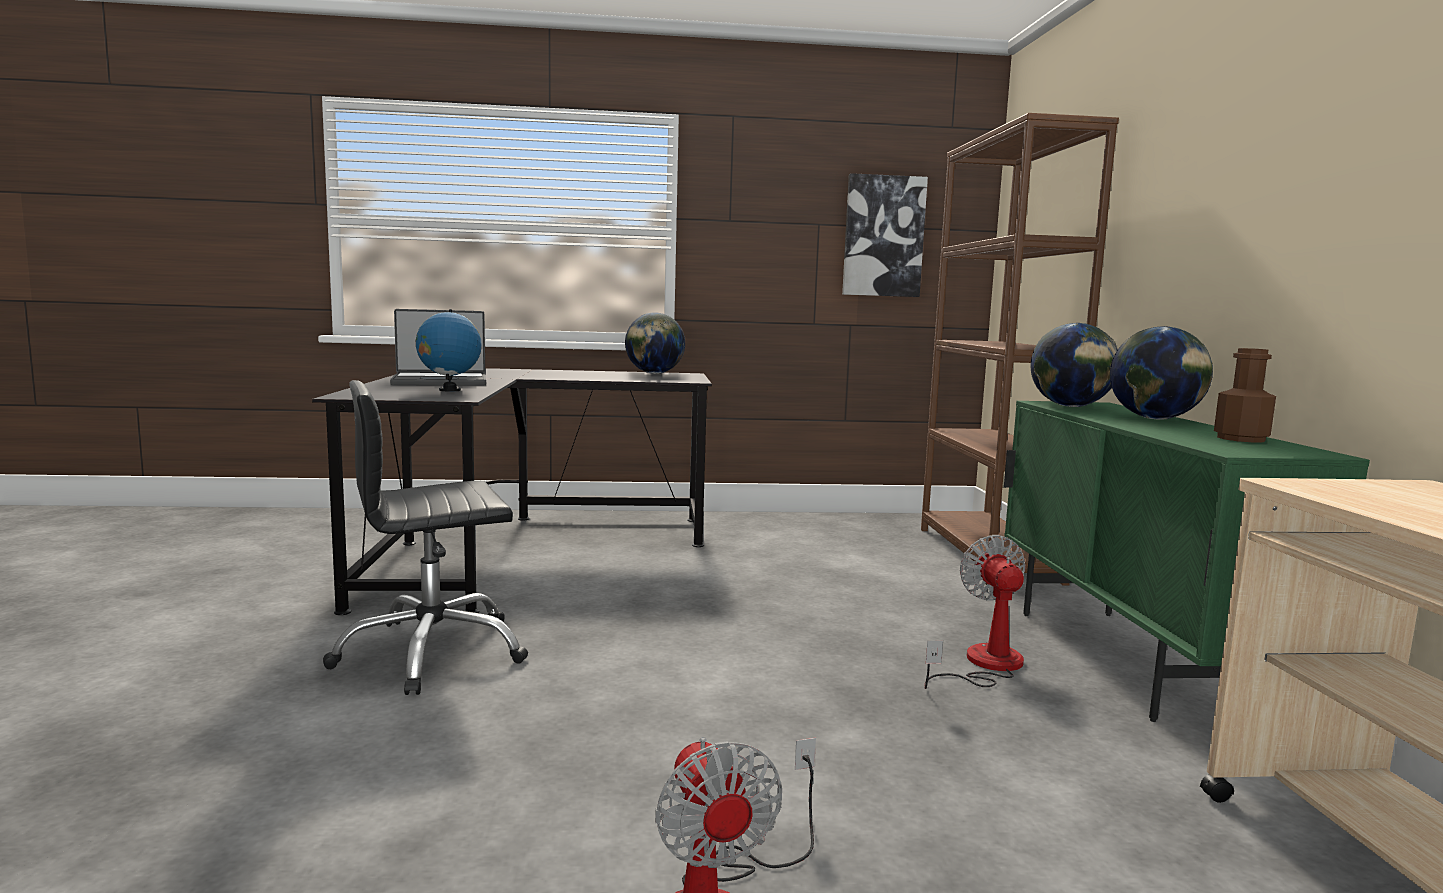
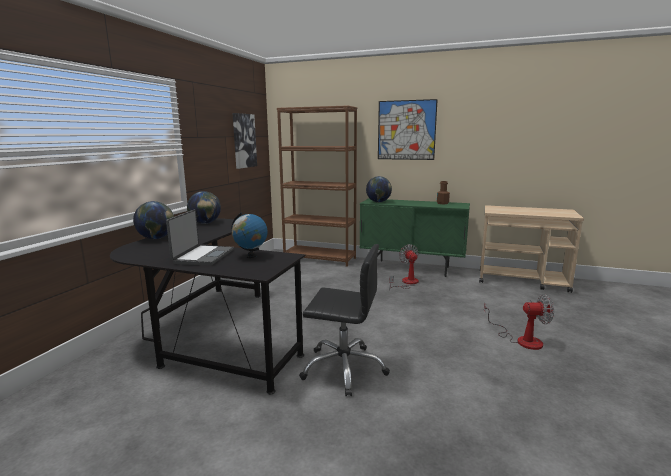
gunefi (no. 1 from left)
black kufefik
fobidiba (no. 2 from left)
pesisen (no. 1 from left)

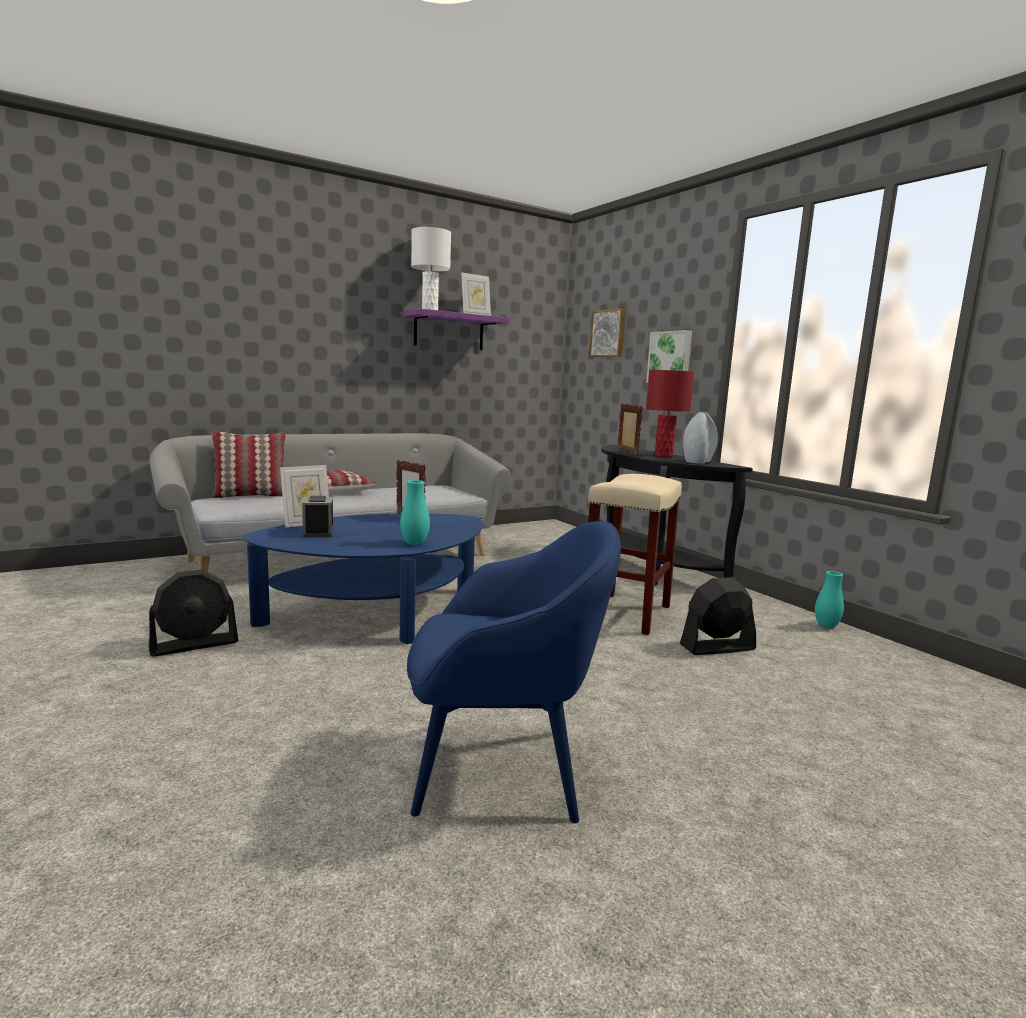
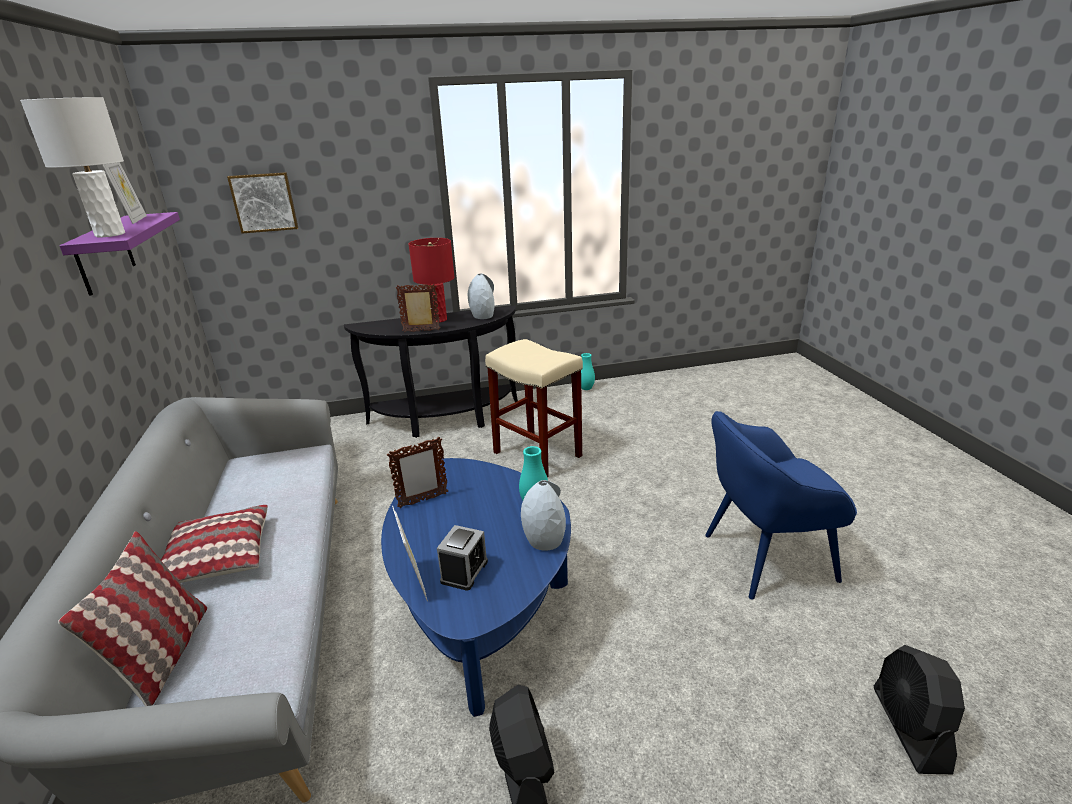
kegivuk
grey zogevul (no. 2 from left)
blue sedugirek
black pesisen (no. 2 from left)
fobidiba (no. 2 from left in the first image)

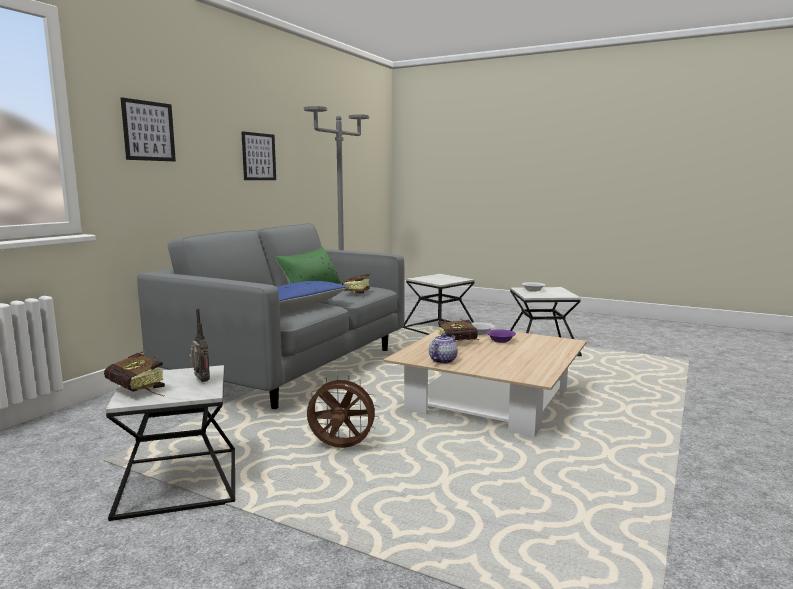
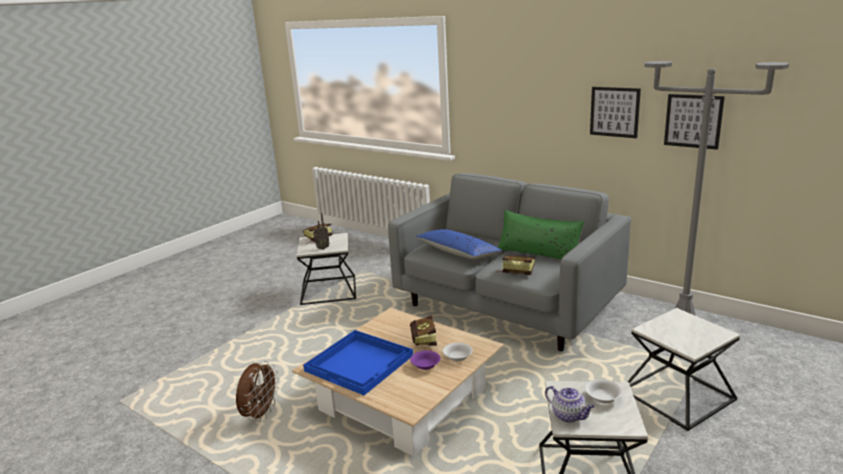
brown pesisen
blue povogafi
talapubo
fobidiba (no. 2 from left)

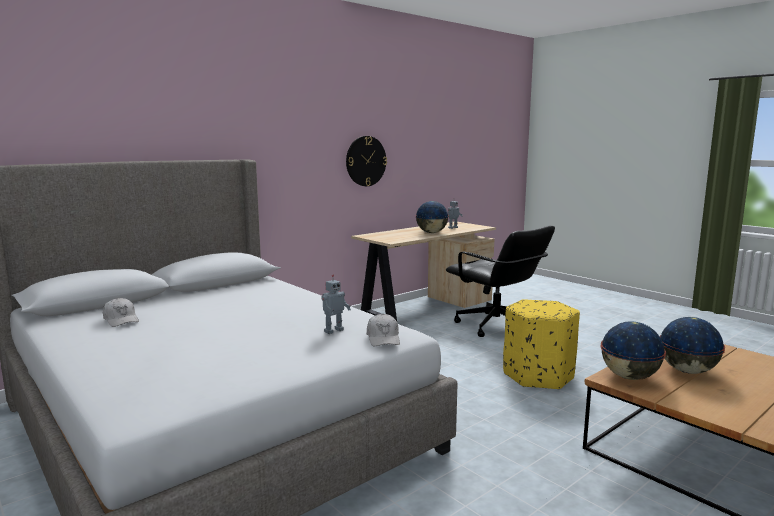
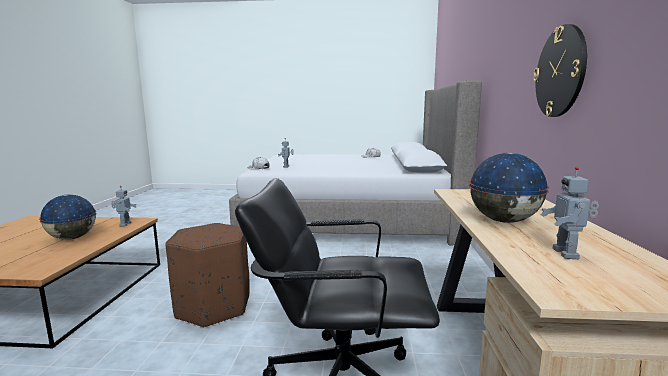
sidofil (no. 1 from left)
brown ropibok

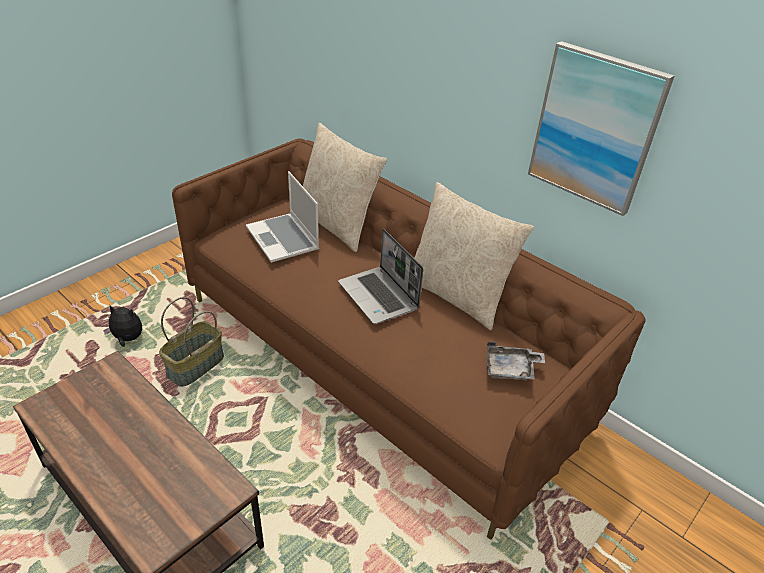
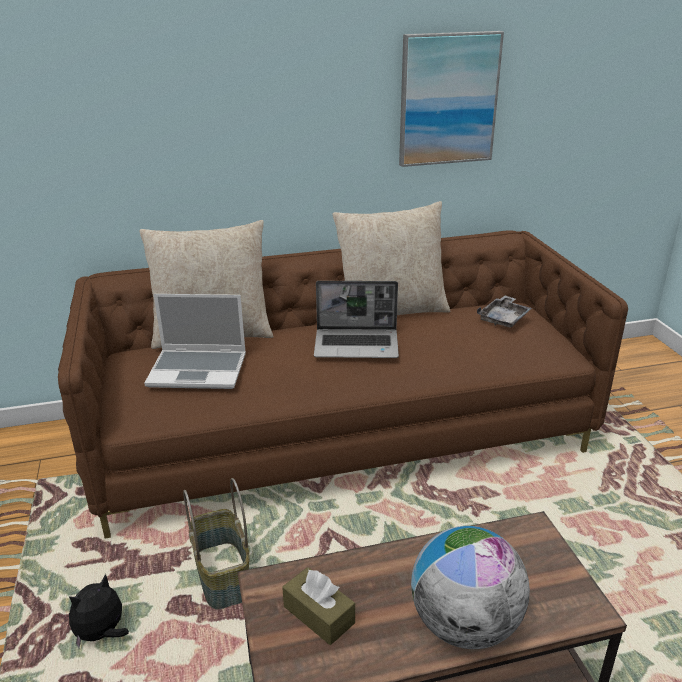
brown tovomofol
gunefi

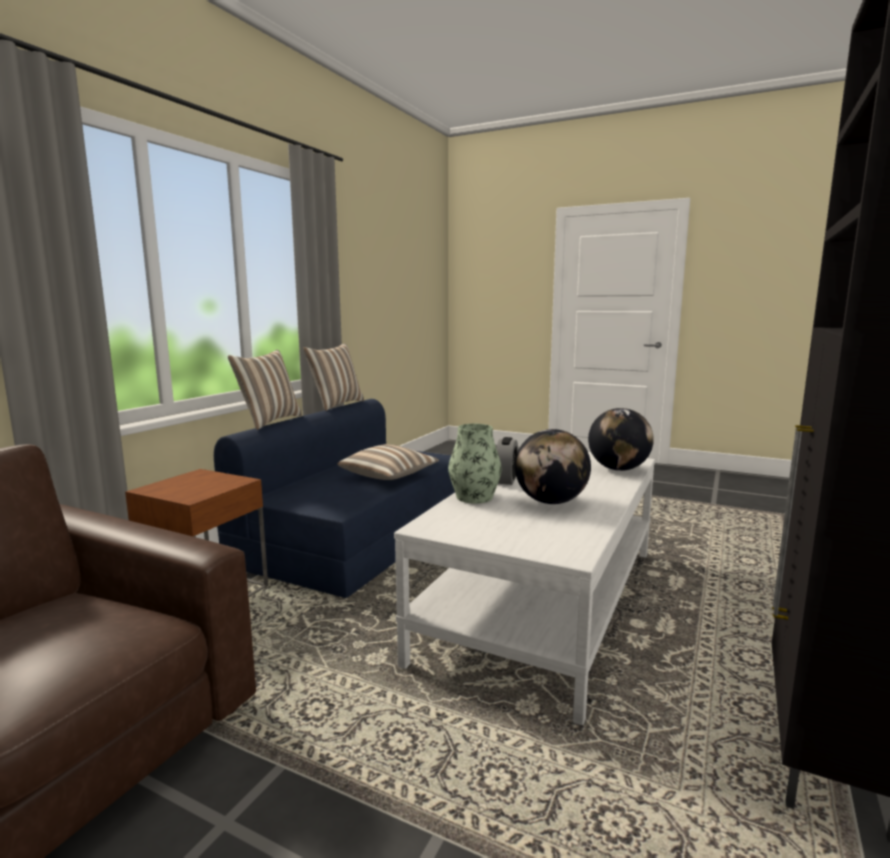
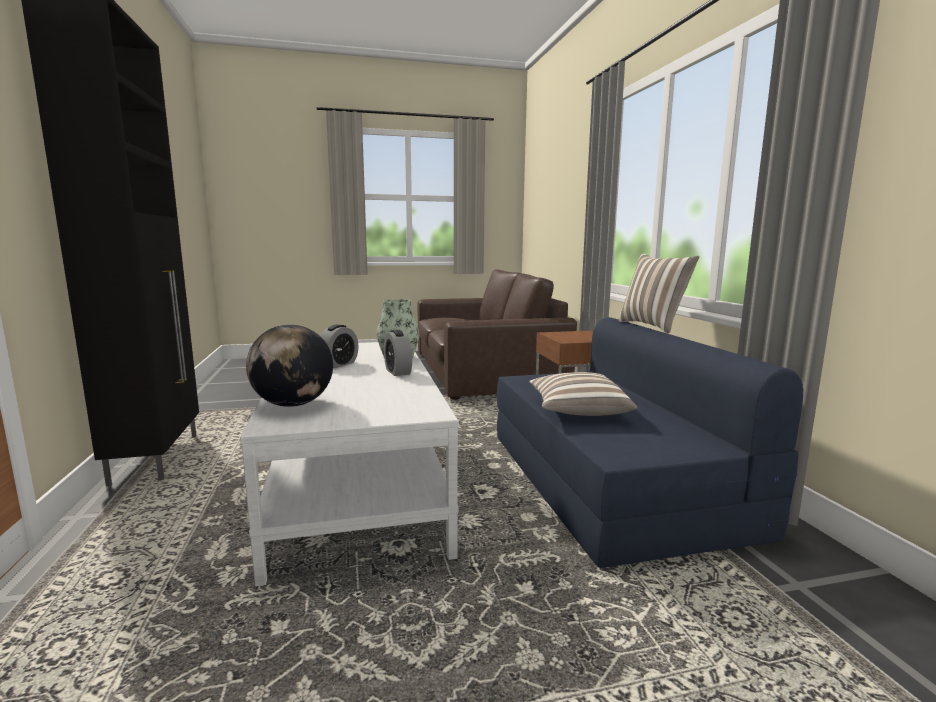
kegivuk (no. 1 from left)
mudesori (no. 2 from left in the first image)

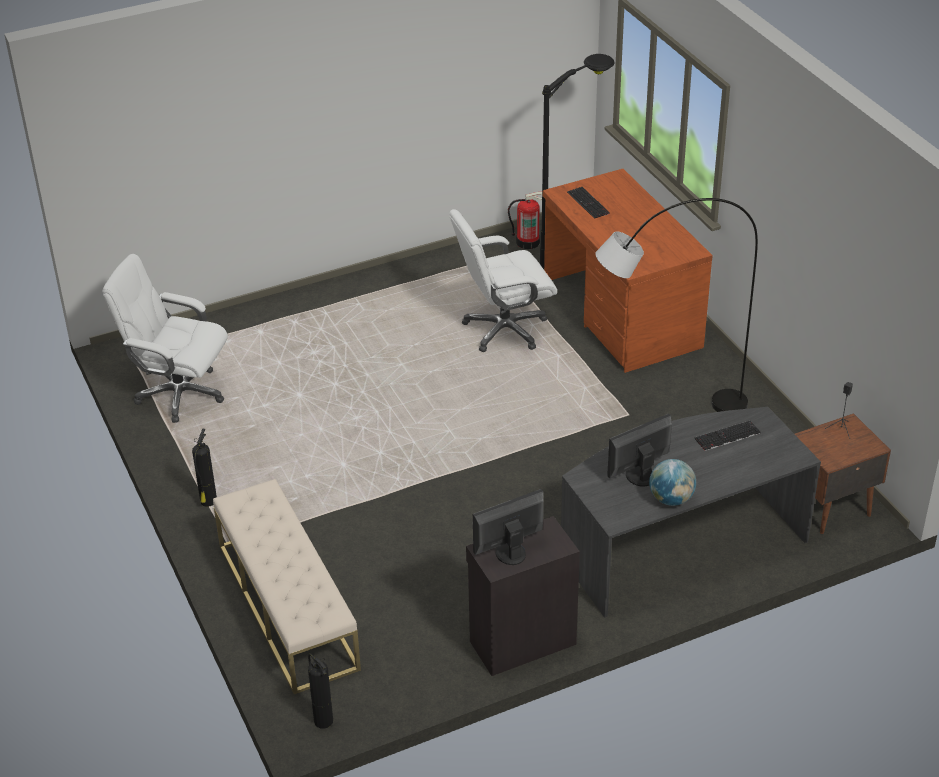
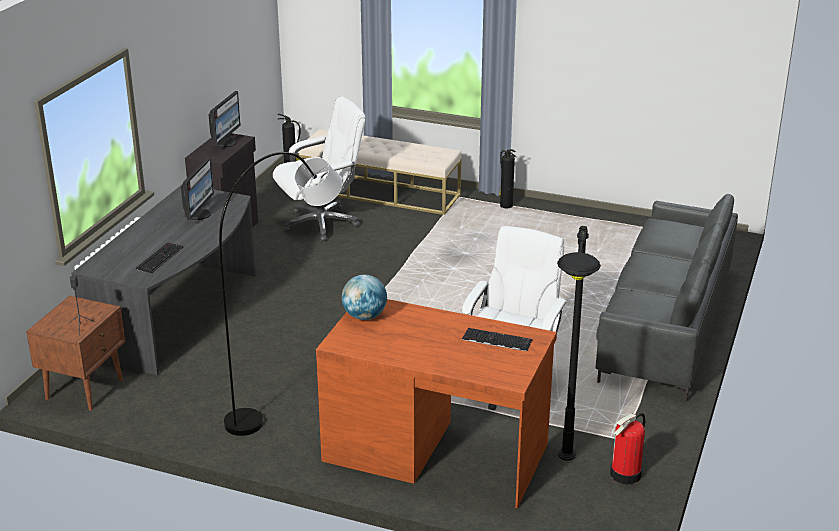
white kufefik (no. 1 from left)
gunefi
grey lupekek

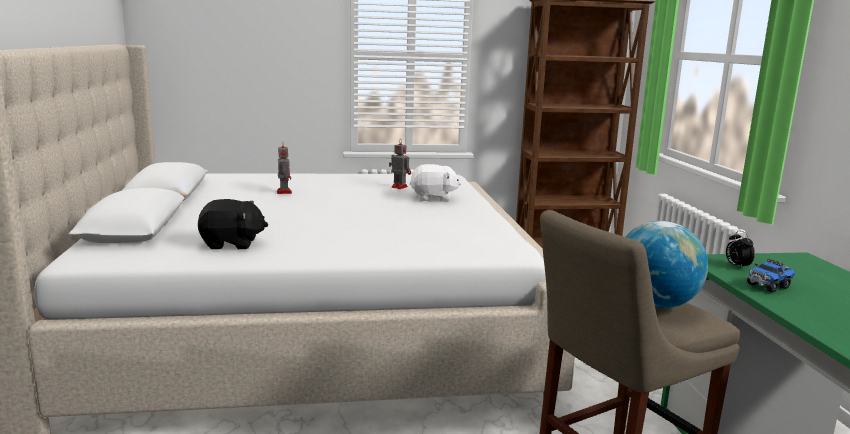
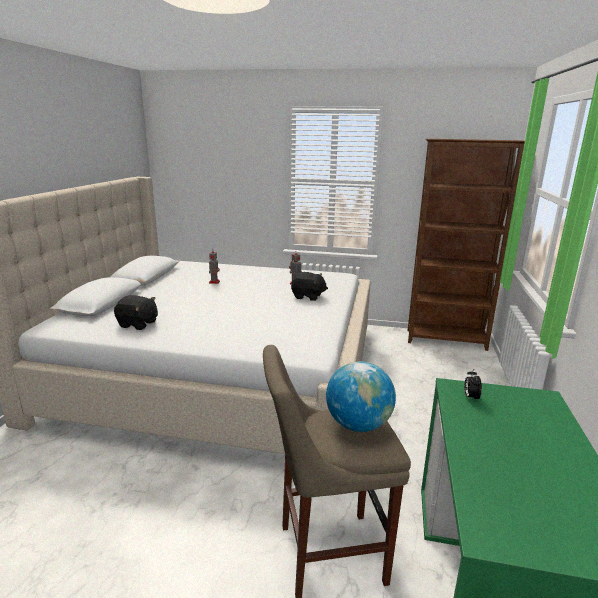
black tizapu (no. 2 from left)
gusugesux

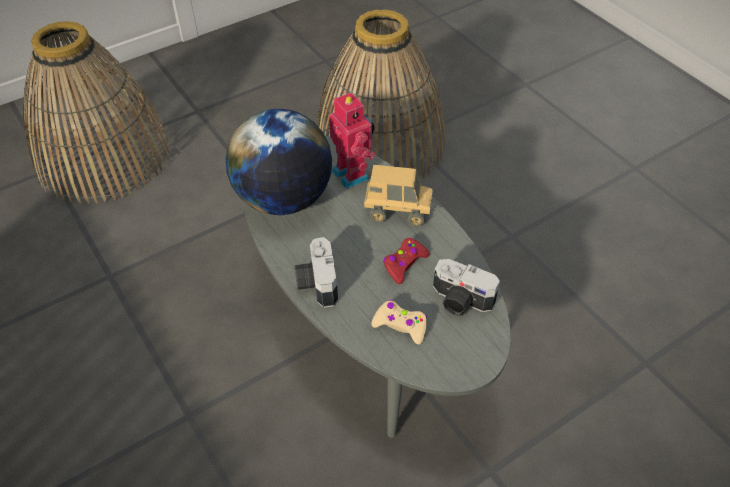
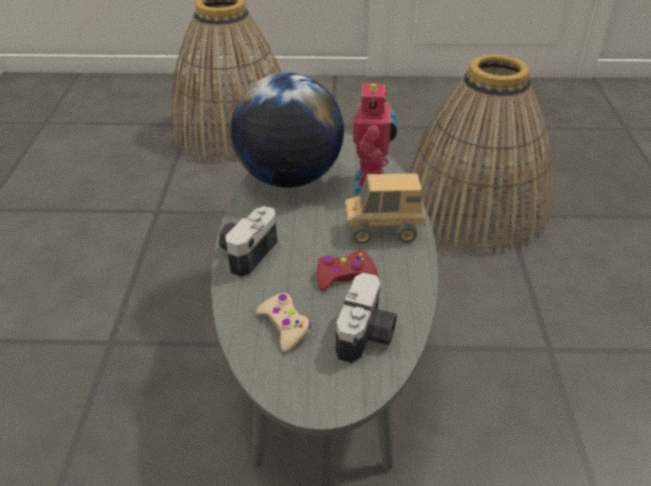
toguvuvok (no. 2 from left)
gusugesux

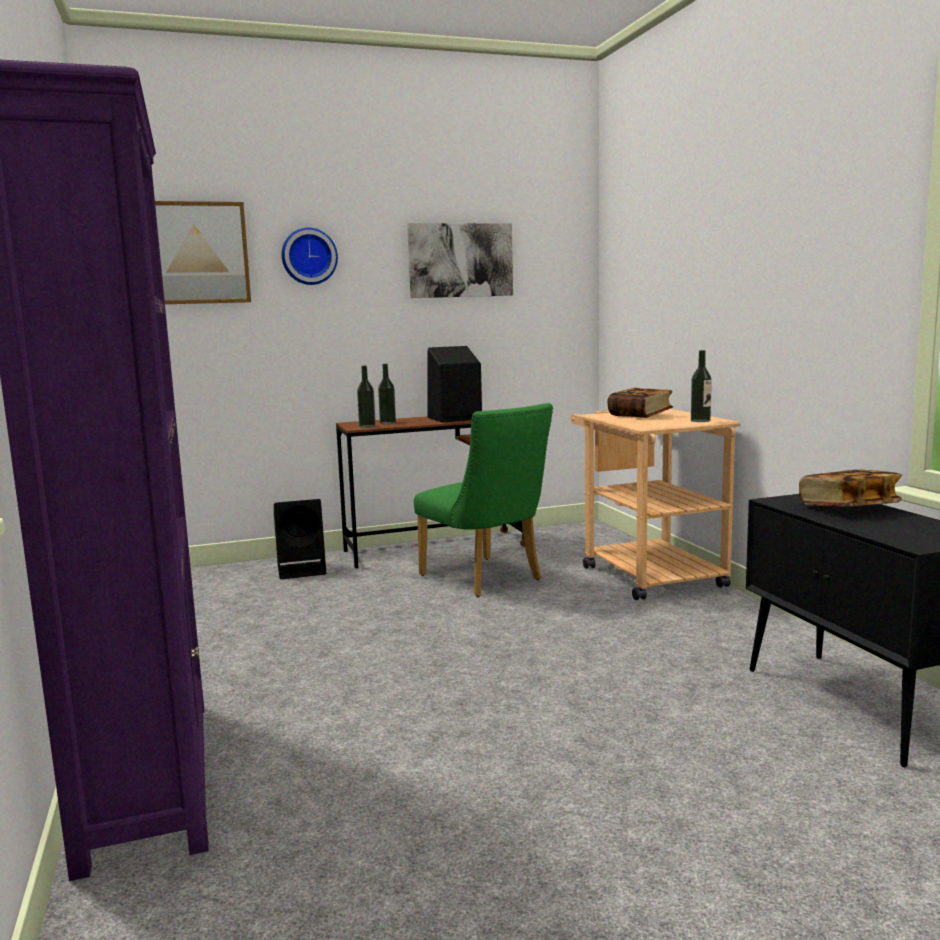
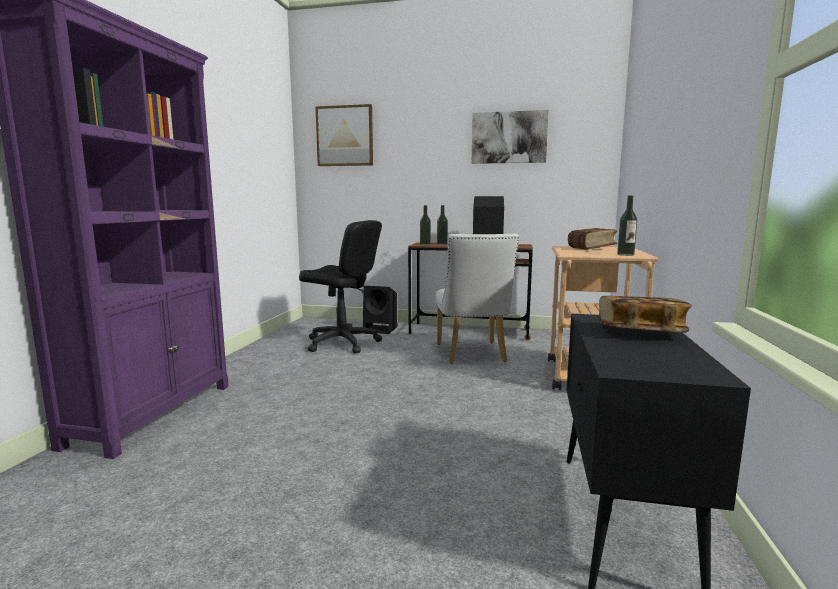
black kufefik
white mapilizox
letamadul

